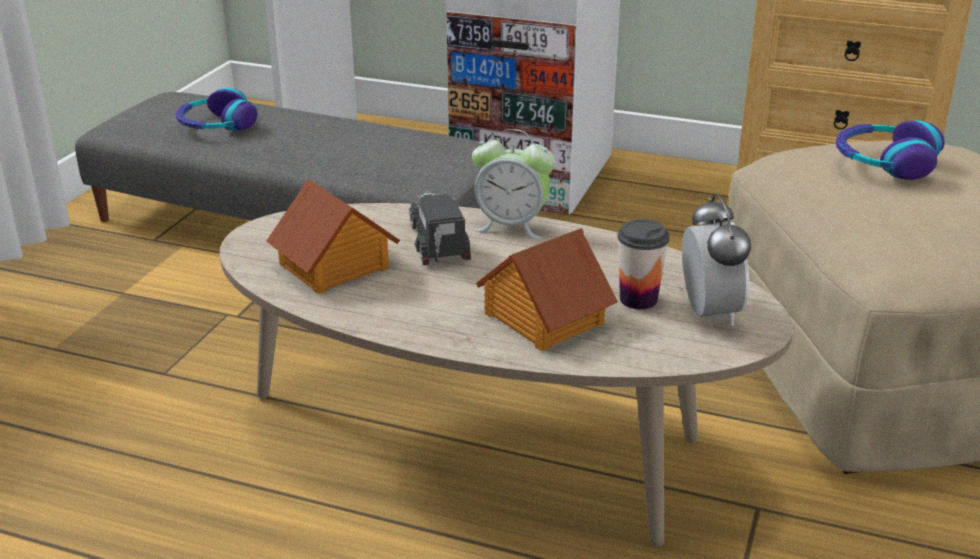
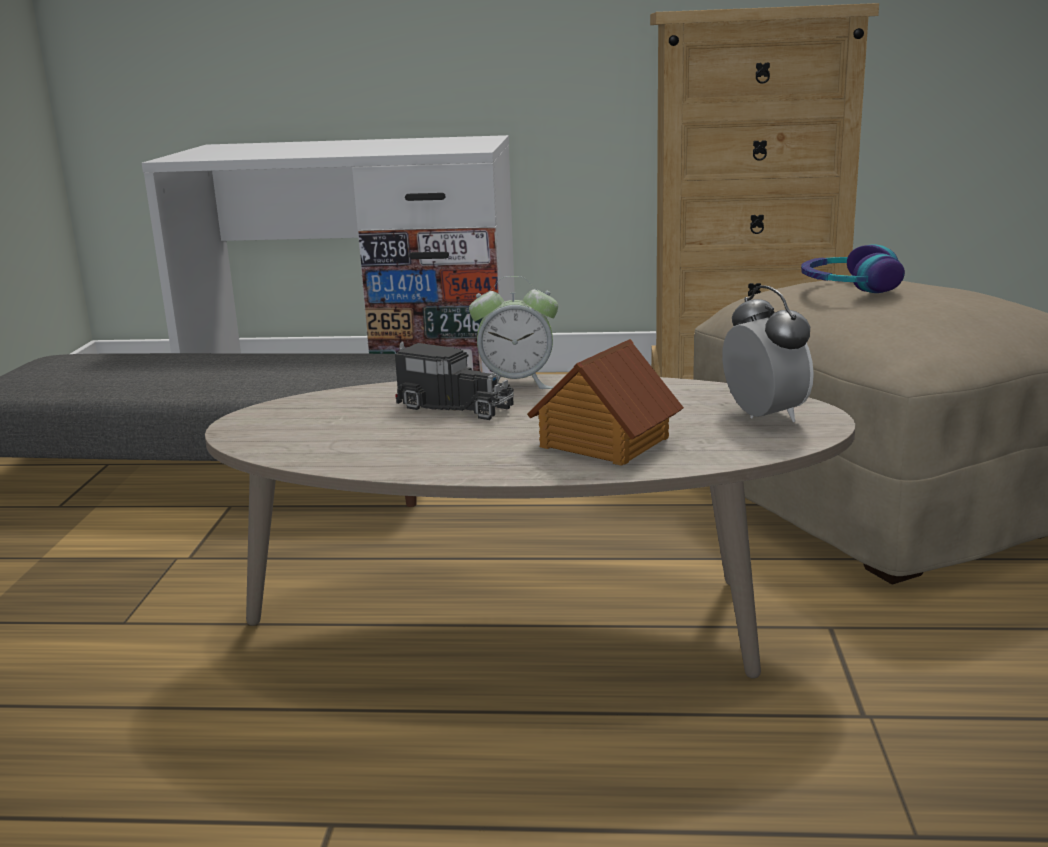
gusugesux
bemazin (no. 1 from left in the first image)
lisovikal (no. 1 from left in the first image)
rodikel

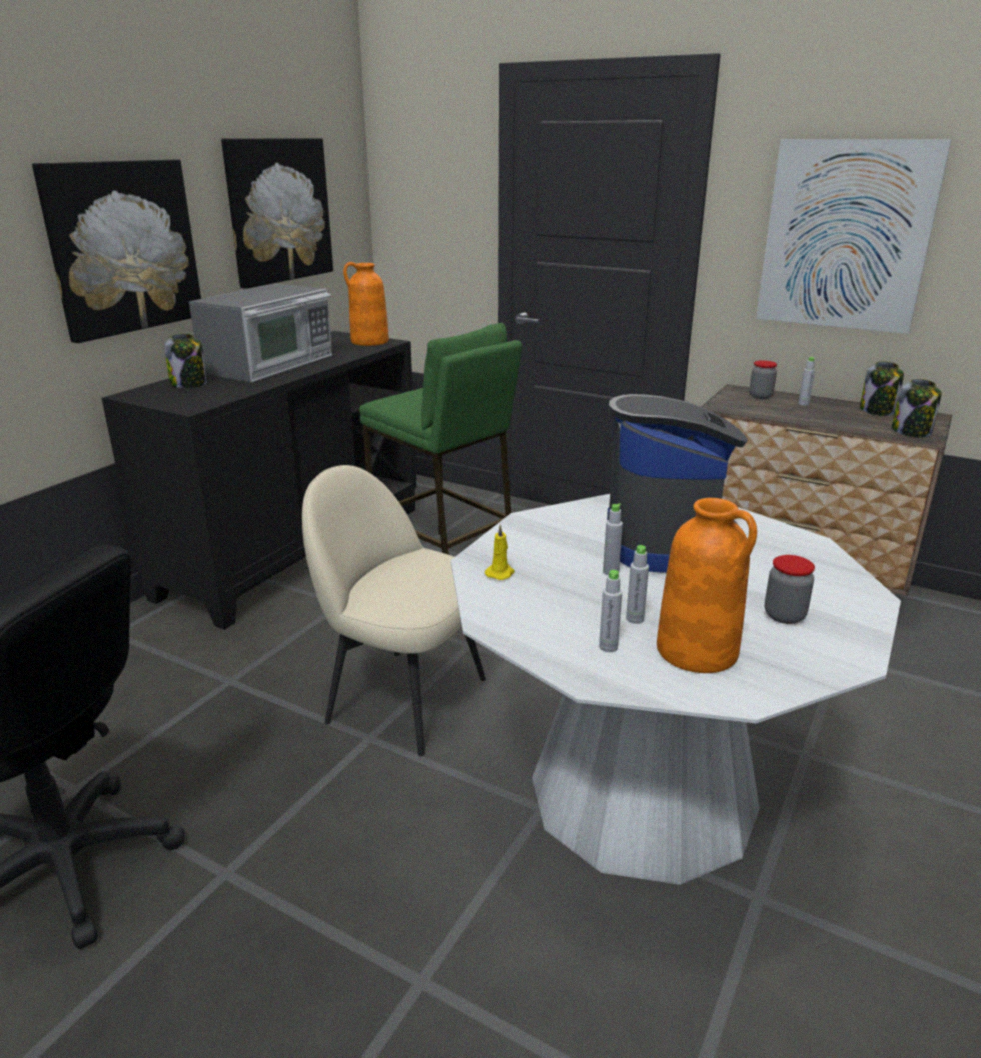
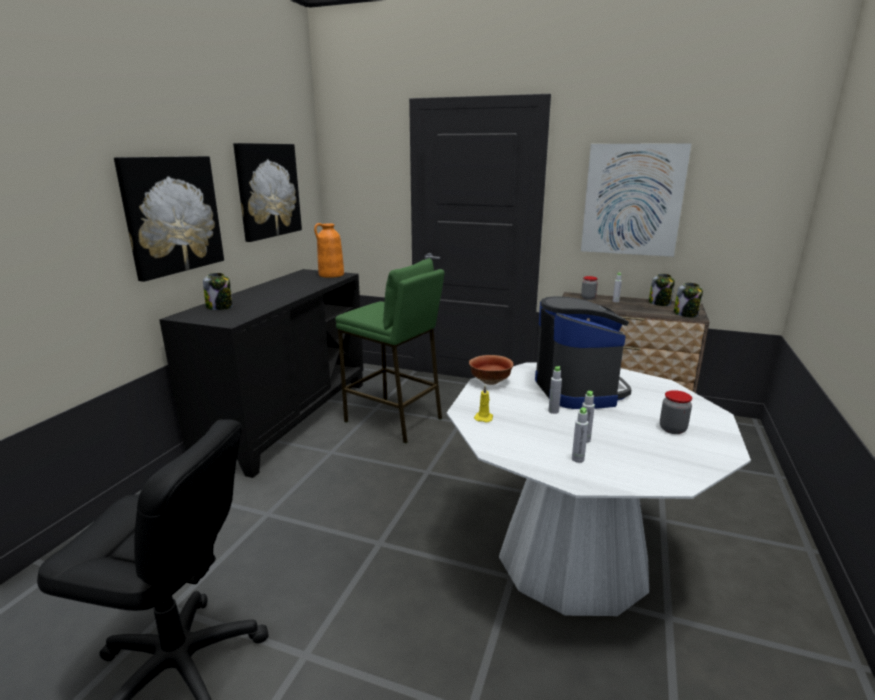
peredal
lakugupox
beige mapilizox
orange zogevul (no. 2 from left in the first image)

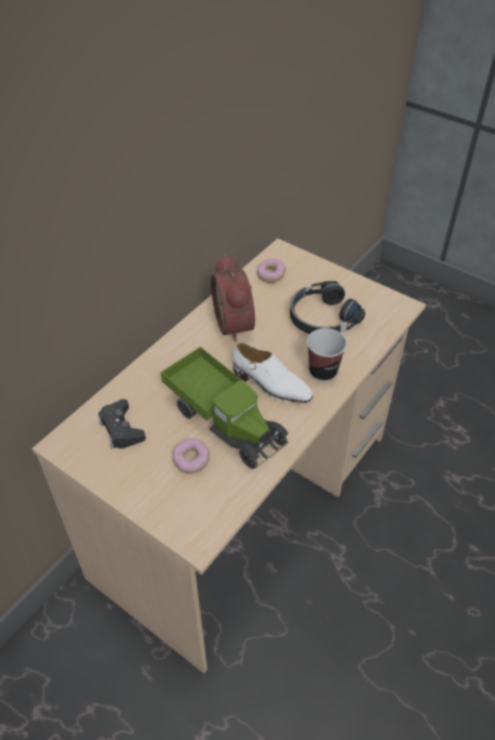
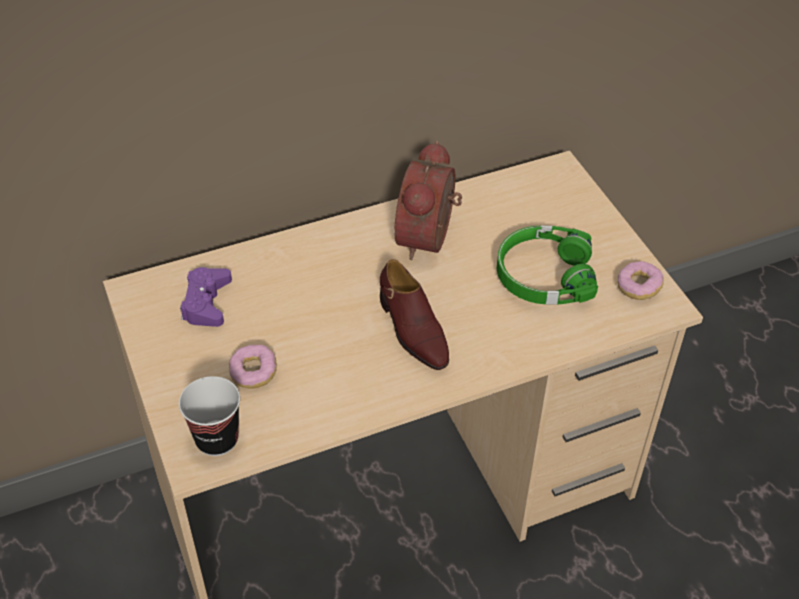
rodikel
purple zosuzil
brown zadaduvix
green bemazin
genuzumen (no. 2 from left)
gusugesux

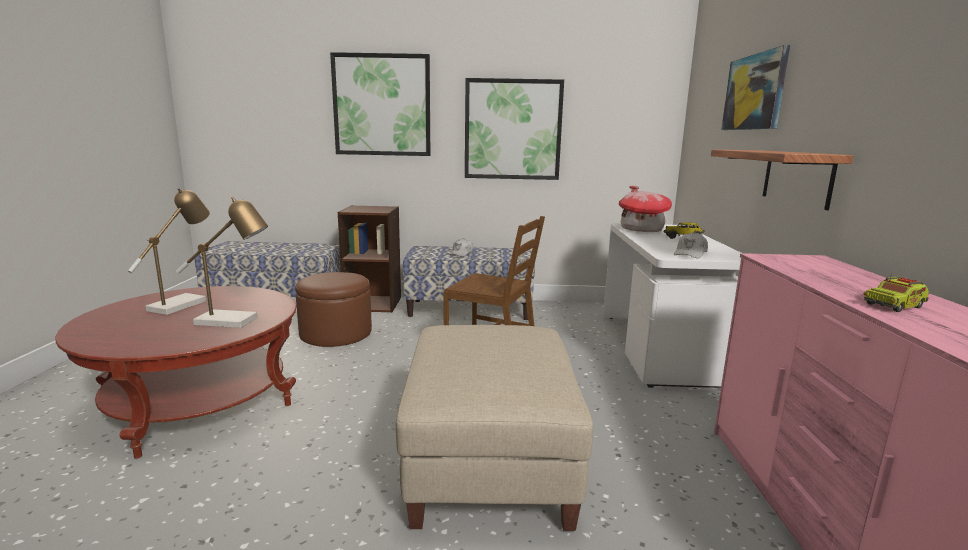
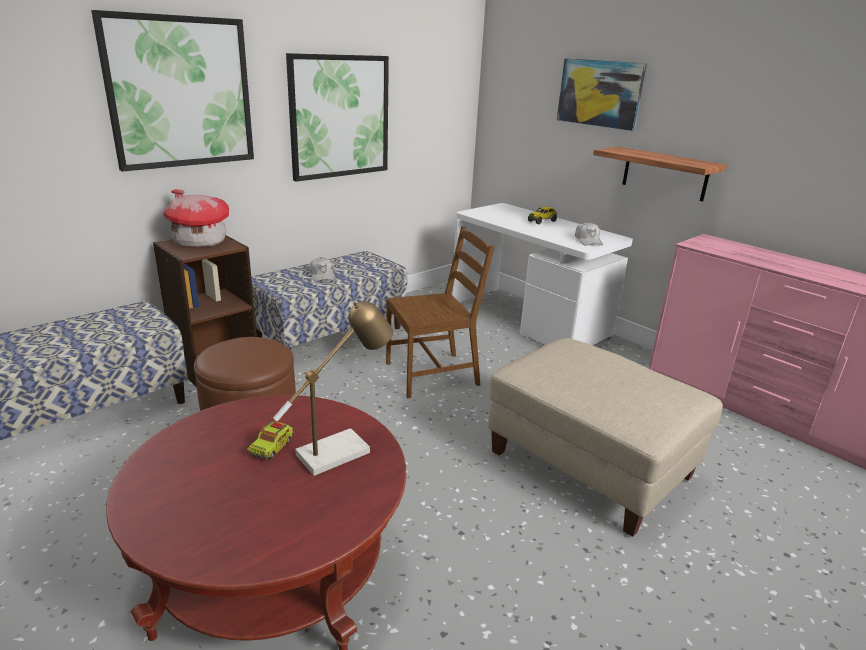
lisovikal
gusugesux (no. 1 from left)
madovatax (no. 1 from left in the first image)

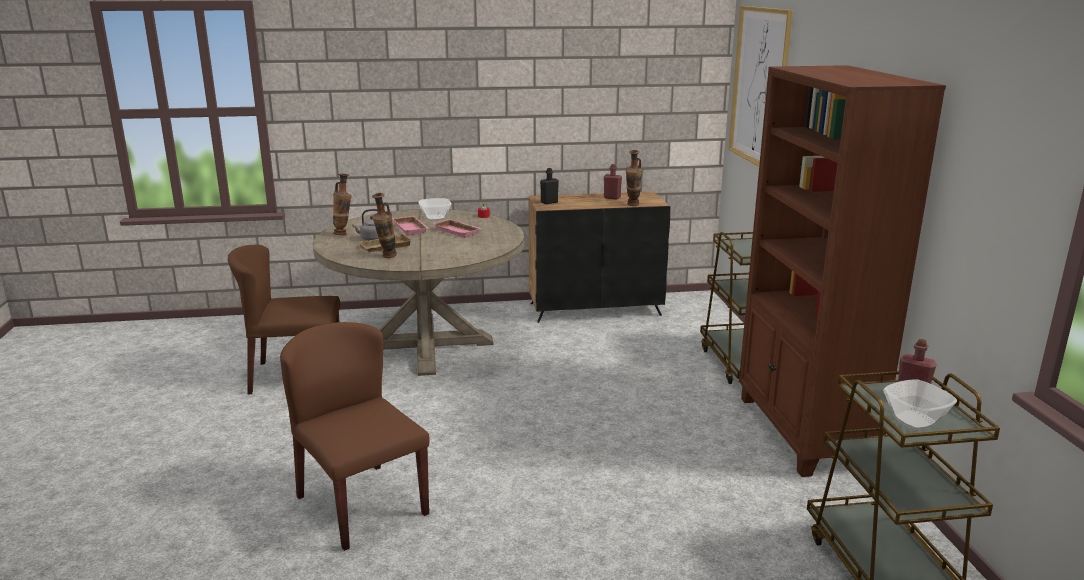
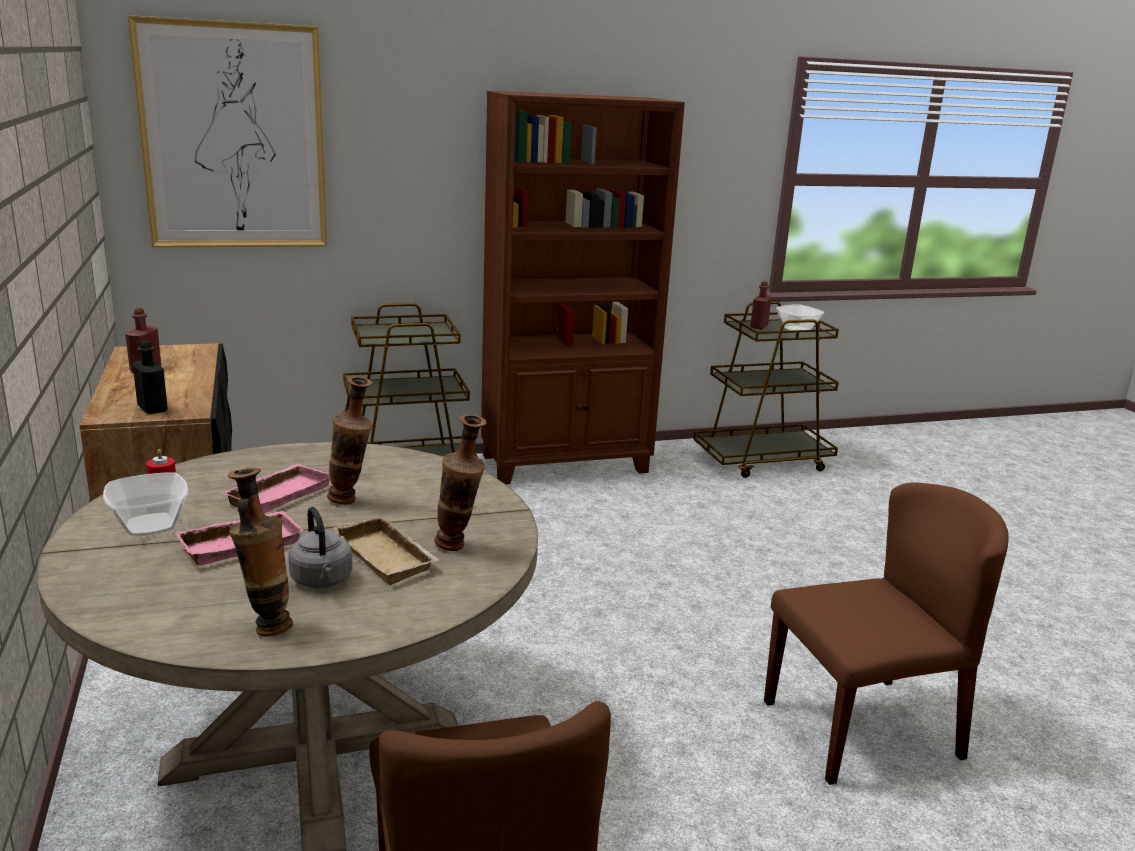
zogevul (no. 2 from left)
brown mapilizox (no. 2 from left)

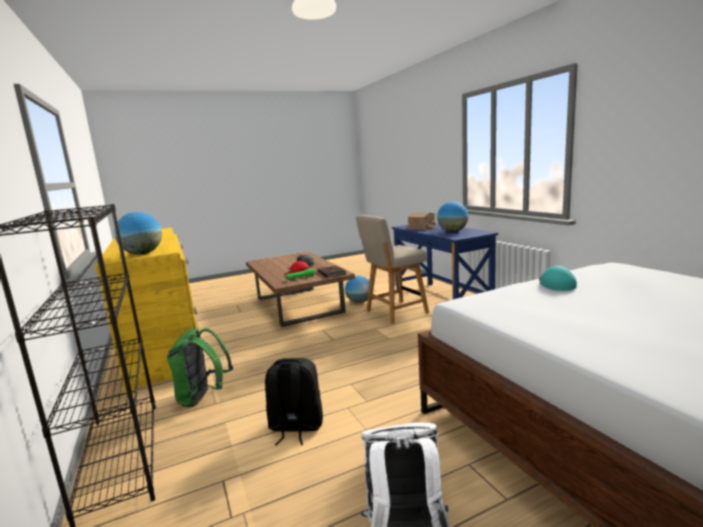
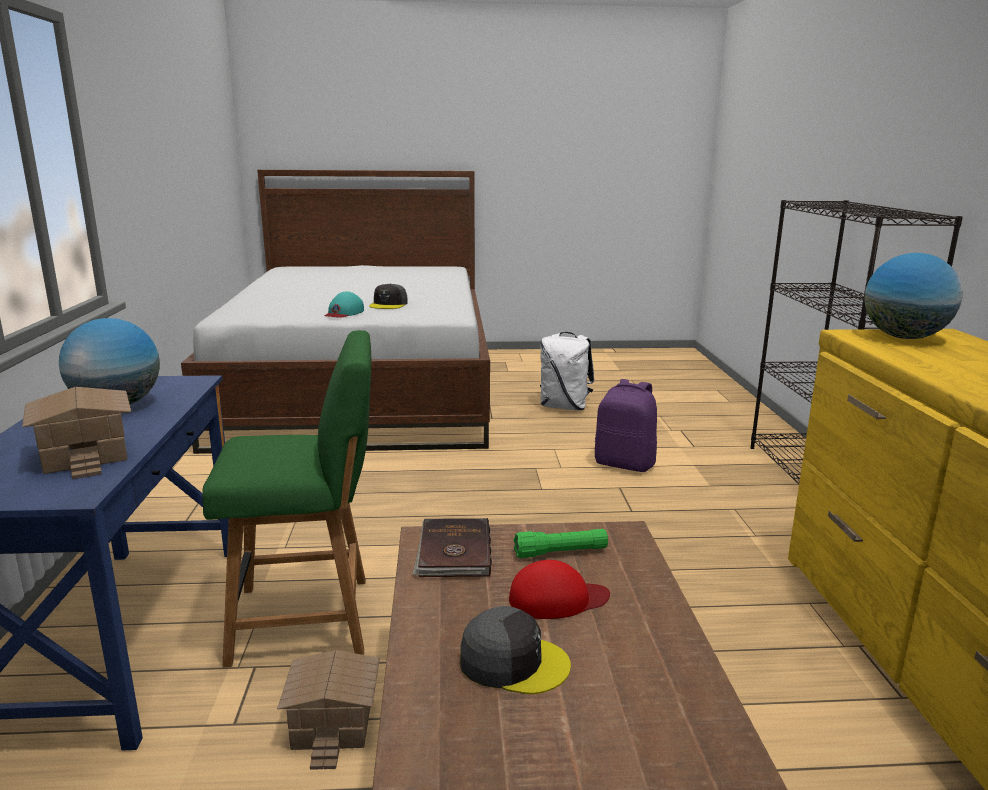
green mapilizox
lisovikal (no. 2 from left)
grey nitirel (no. 1 from left)
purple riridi
green riridi

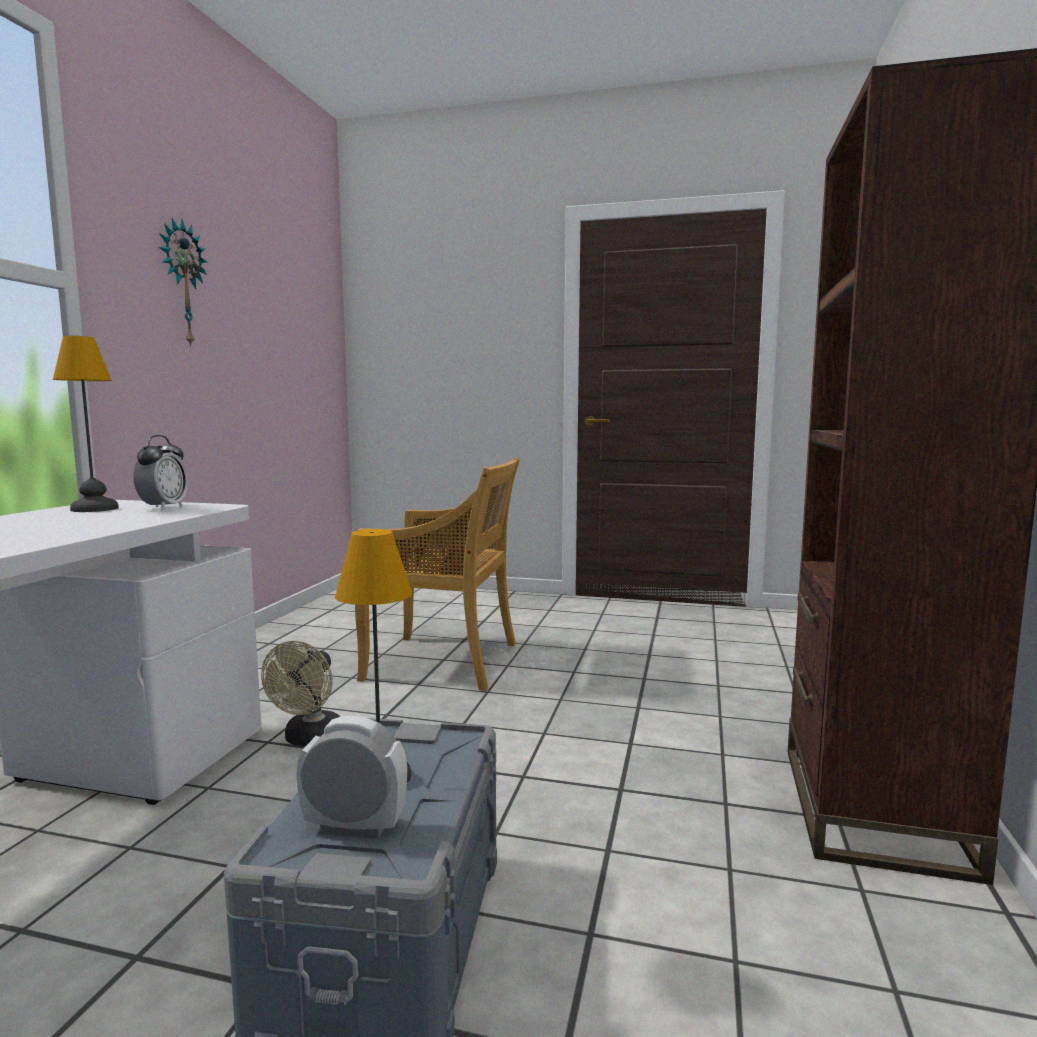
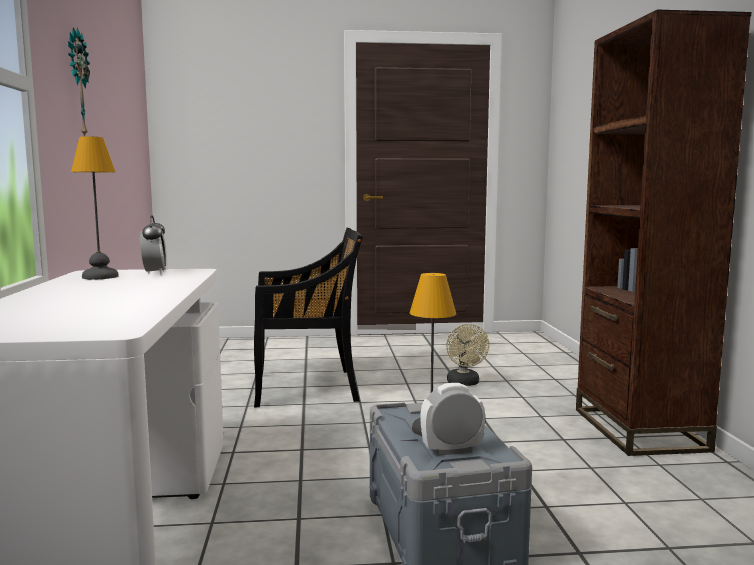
black mapilizox
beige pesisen

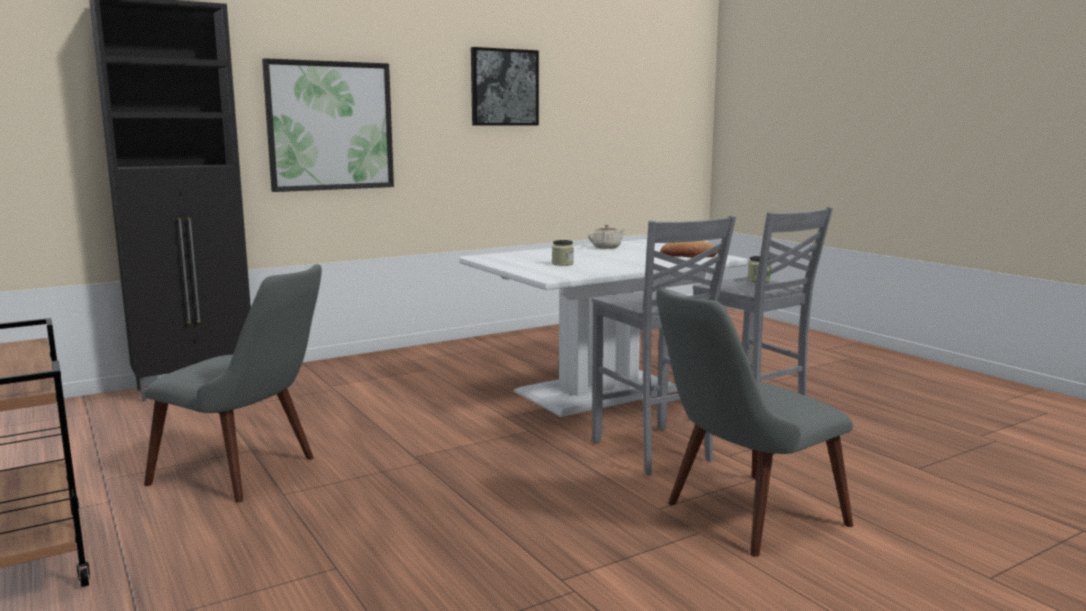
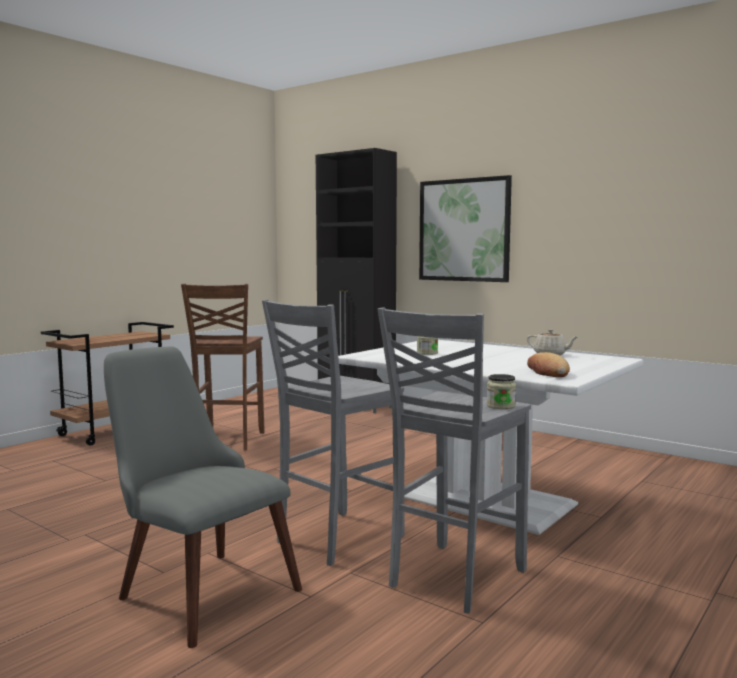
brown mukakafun
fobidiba (no. 2 from left in the first image)

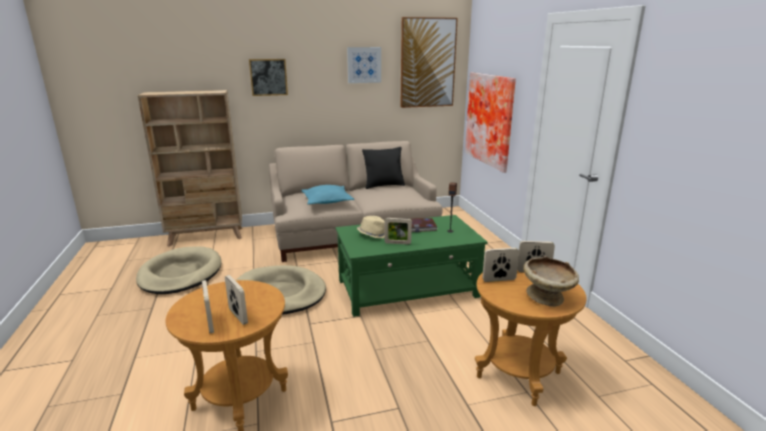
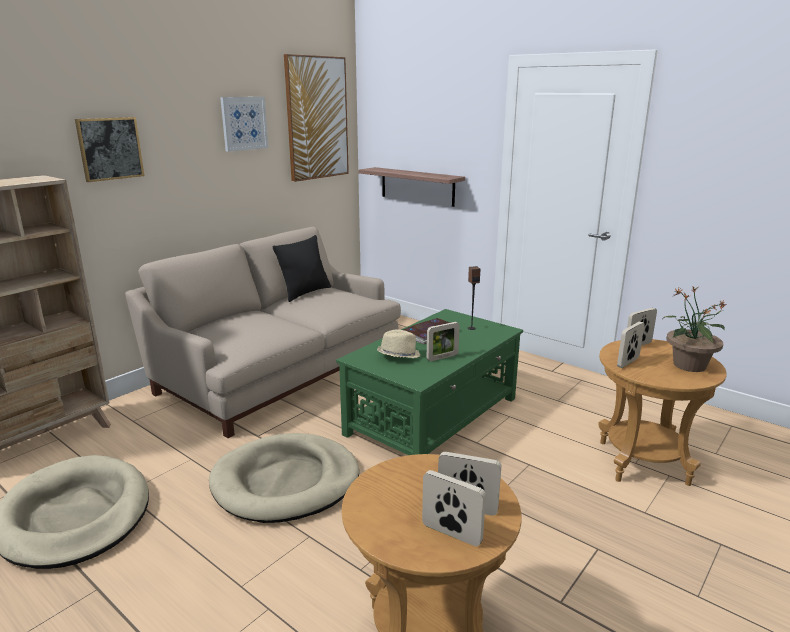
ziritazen
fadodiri
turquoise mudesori

